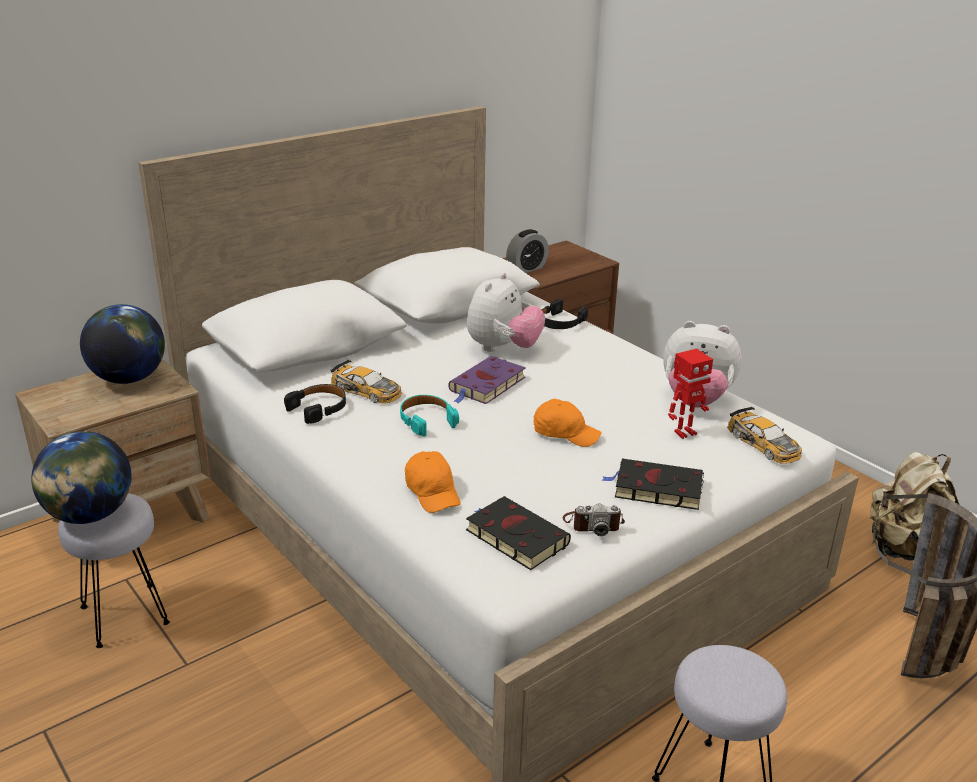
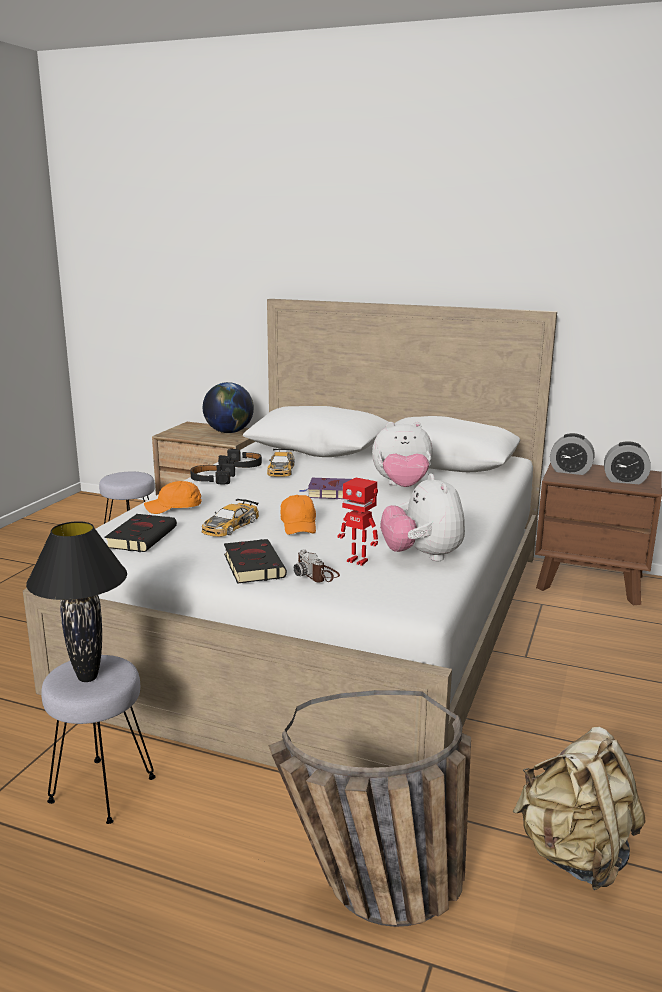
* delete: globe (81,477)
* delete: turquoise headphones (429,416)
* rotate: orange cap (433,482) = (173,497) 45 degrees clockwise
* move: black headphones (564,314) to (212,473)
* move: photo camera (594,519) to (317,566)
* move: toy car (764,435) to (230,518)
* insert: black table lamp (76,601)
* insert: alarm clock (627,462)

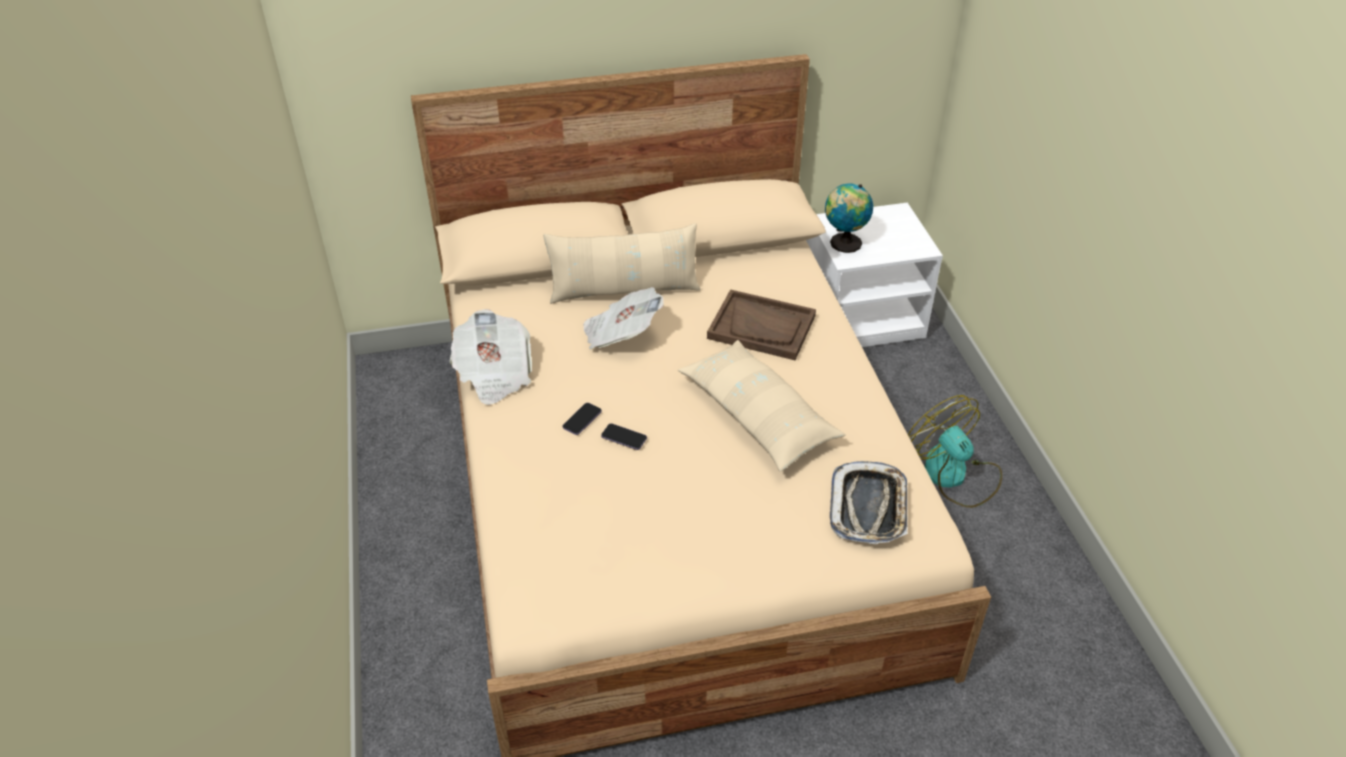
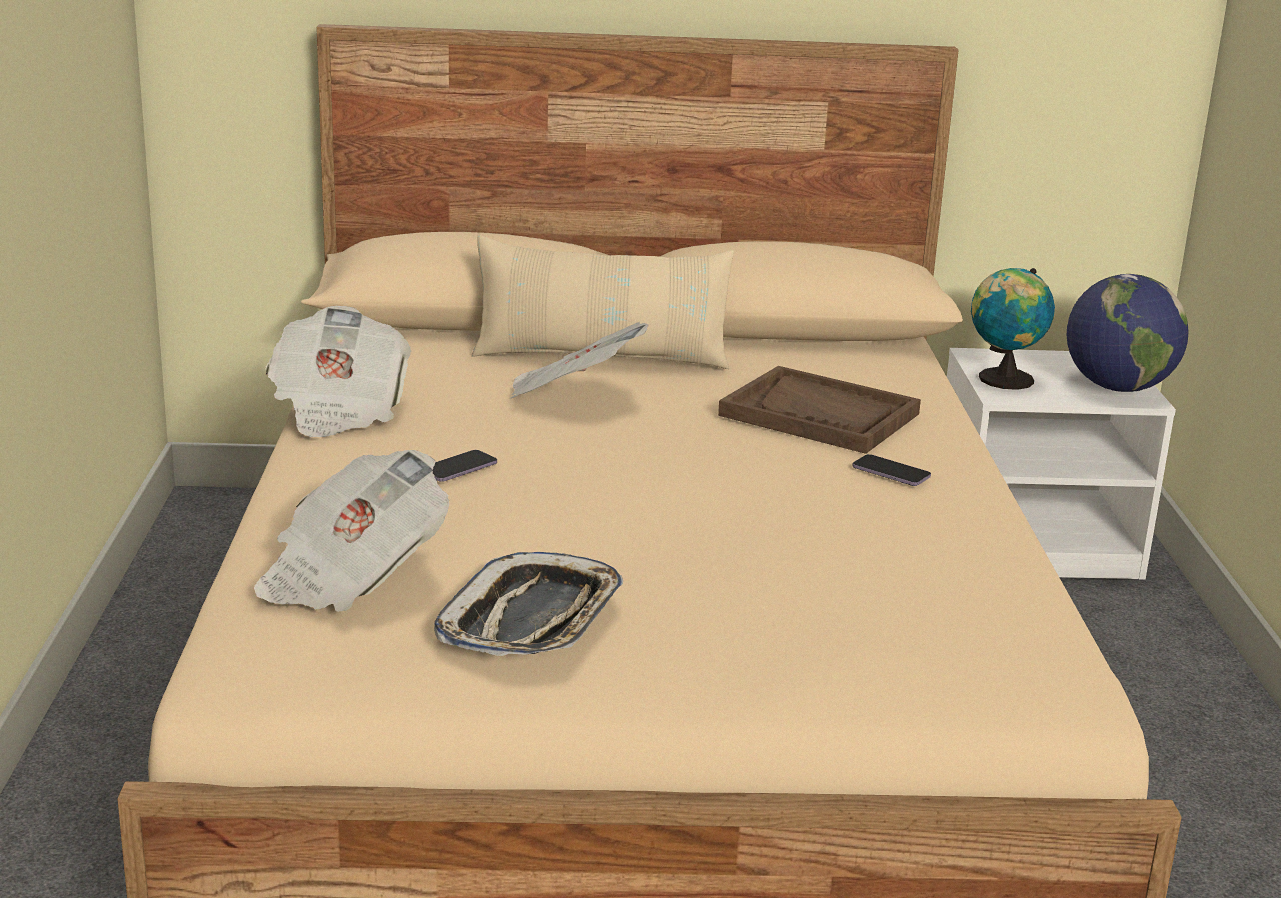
* move: phone (624,436) to (891,470)
* delete: beige pillow (762,406)
* move: tray (868,502) to (528,604)
* delete: fan (955,451)
* insert: newspaper (351,531)
* insert: globe (1127,333)

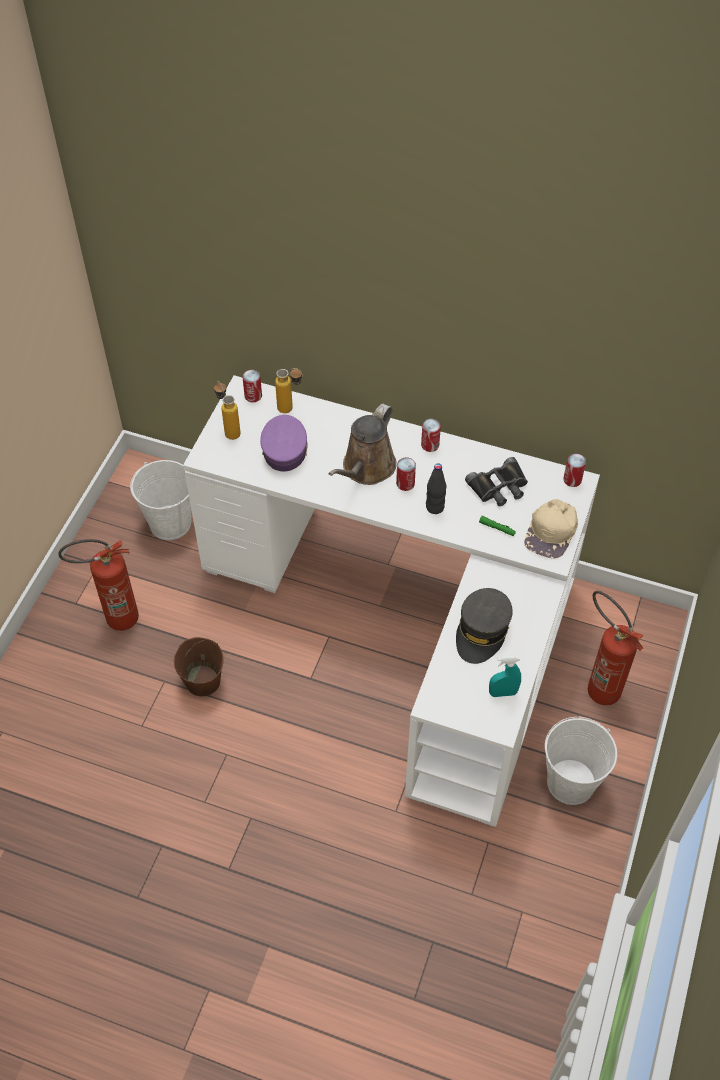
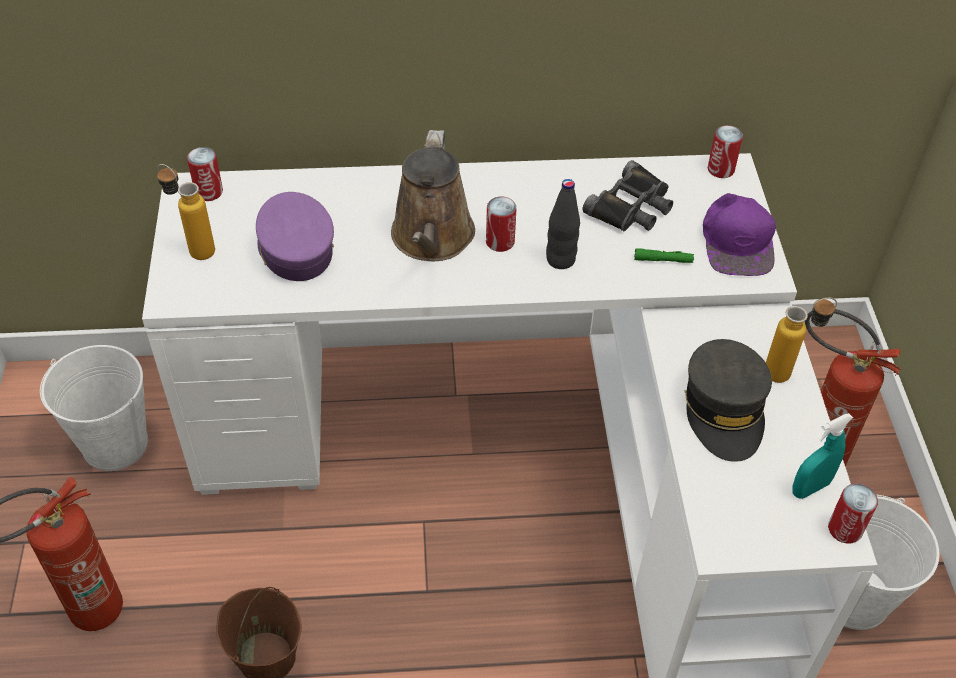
* move: bottle (289,390) to (801,340)
* move: can (431,435) to (853,513)
* recolor: beige cap (551,528) to purple cap (739,234)

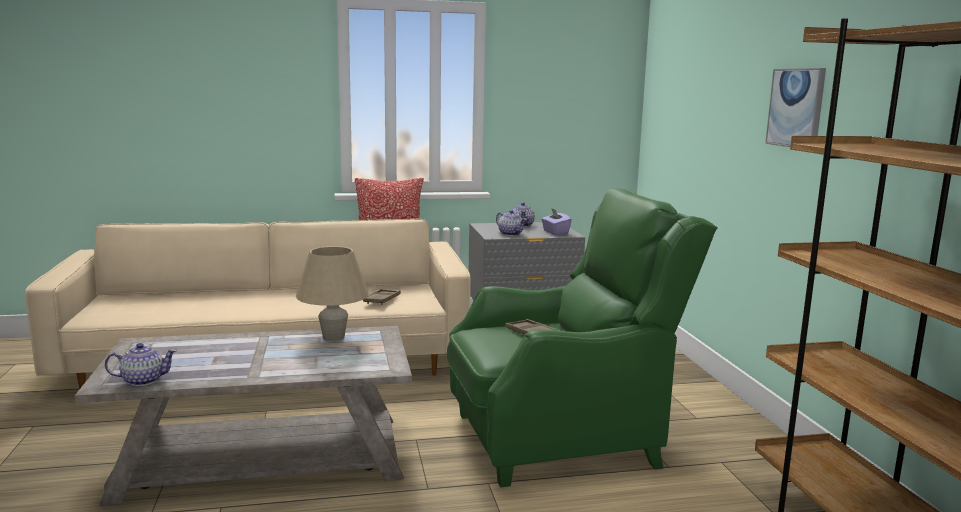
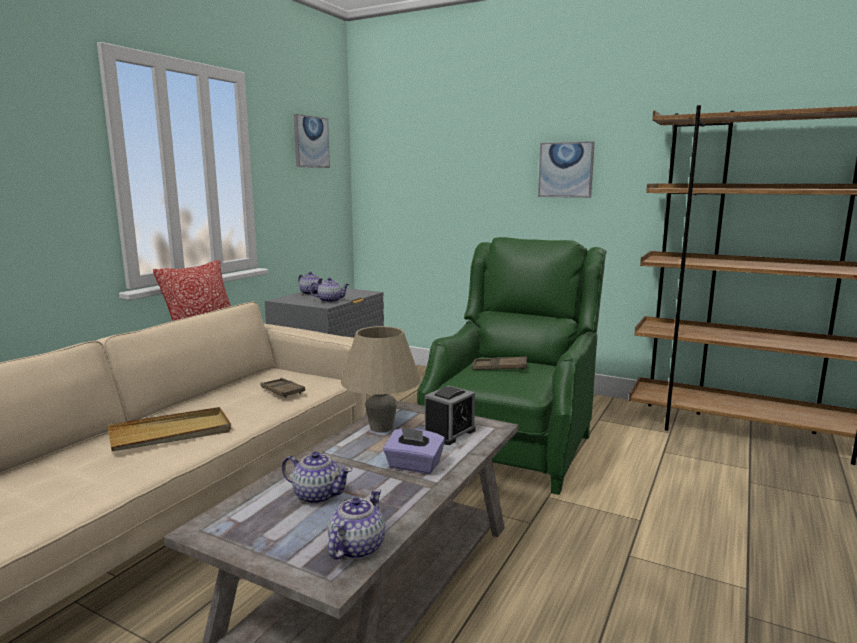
* move: purple tissue box (556,221) to (414,450)
* insert: beige tray (169,429)
* insert: teapot (317,478)
* insert: picture (312,141)
* insert: alarm clock (450,415)

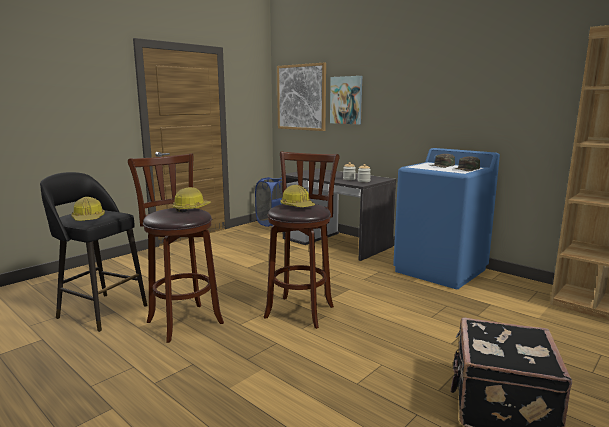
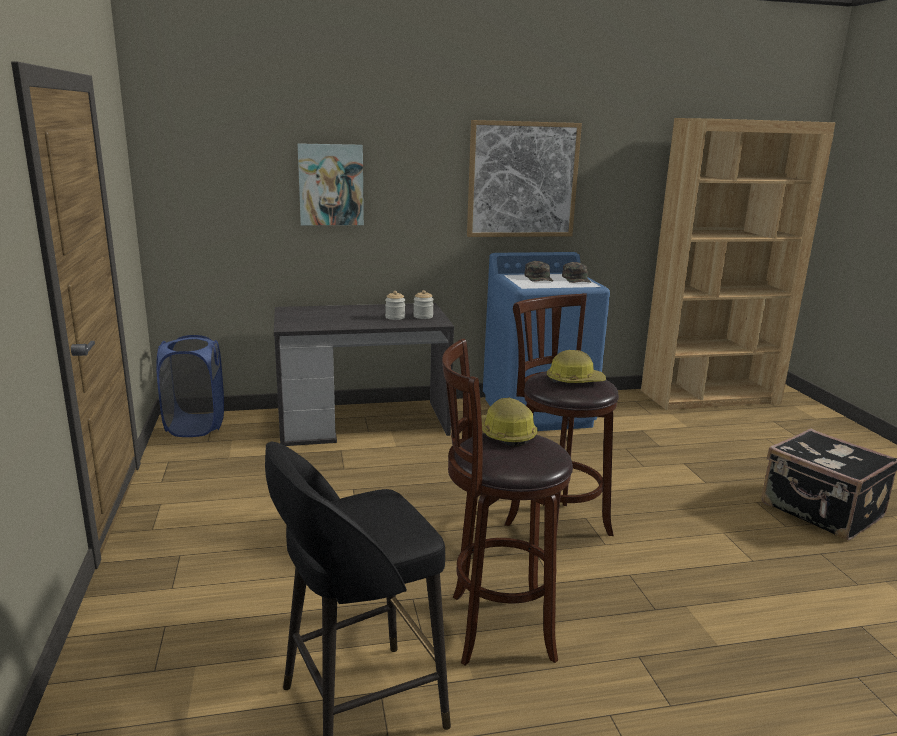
* delete: hard hat (88,209)
* move: picture (301,97) to (524,178)

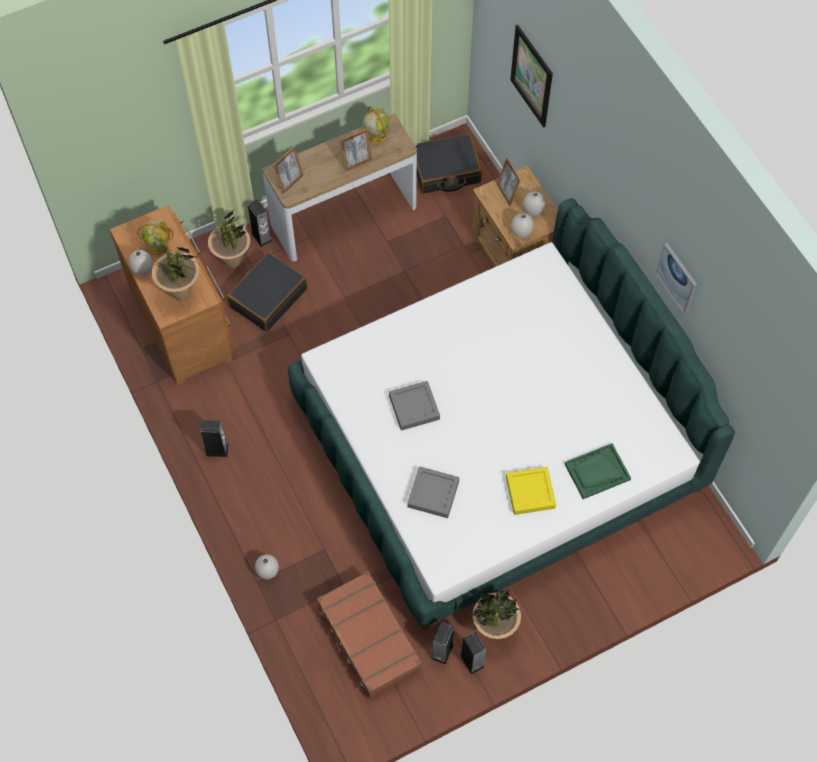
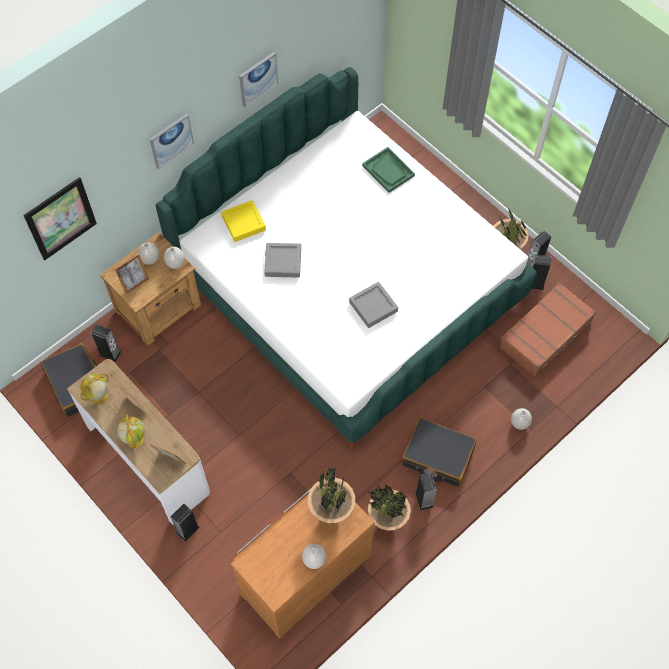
* move: globe (155,237) to (131,431)
* move: potted plant (229,239) to (389,507)
* move: black suitcase (267,292) to (439,452)
* move: grey tray (433,492) to (282,260)
* move: yellow tray (531,491) to (243,221)
* insert: speaker (106,343)
* insert: picture (172,141)

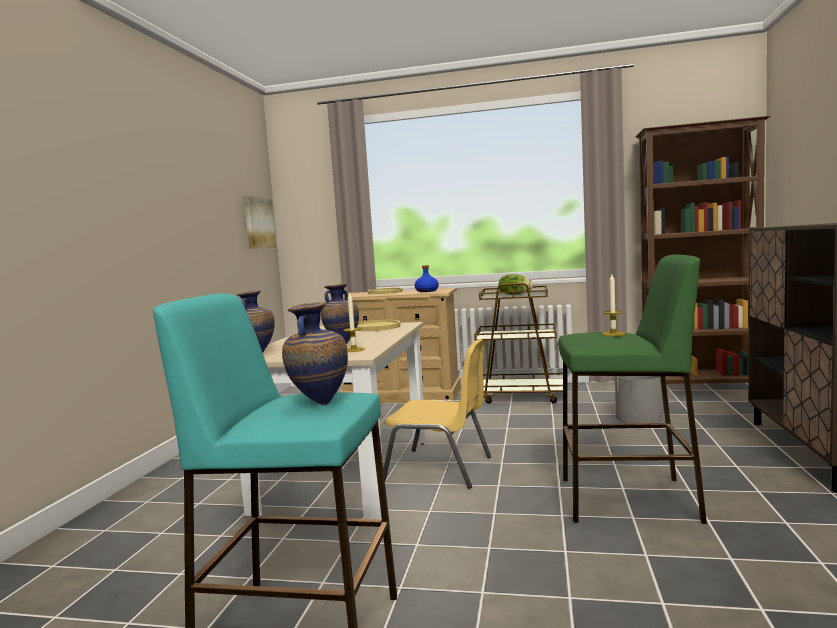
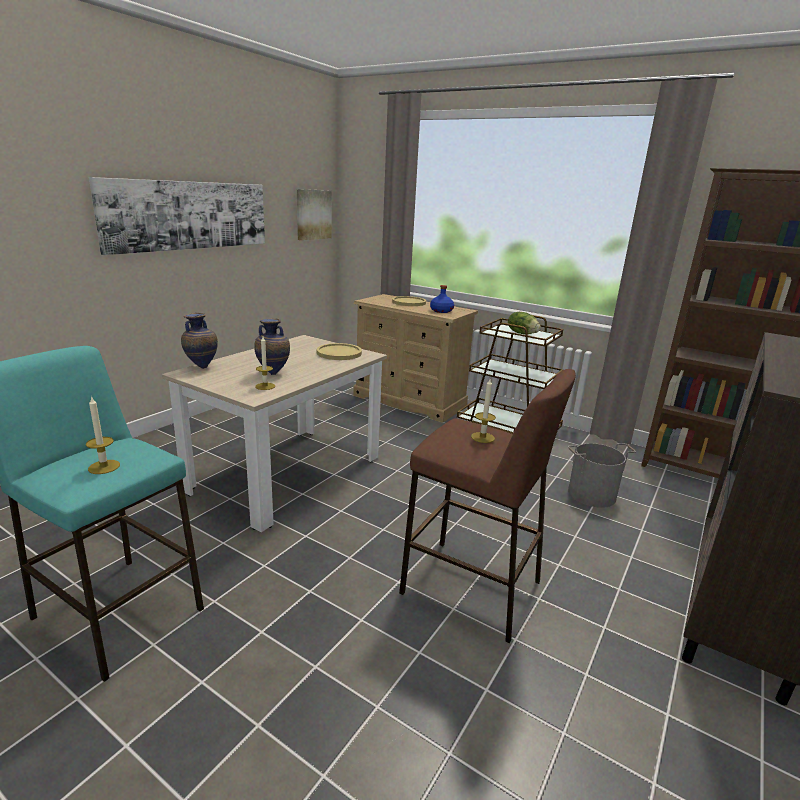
* replace: vase (315,354) to candle (103,435)
* delete: yellow chair (437,414)
* recolor: green stool (633,389) to brown stool (487,506)
* insert: picture (177,216)

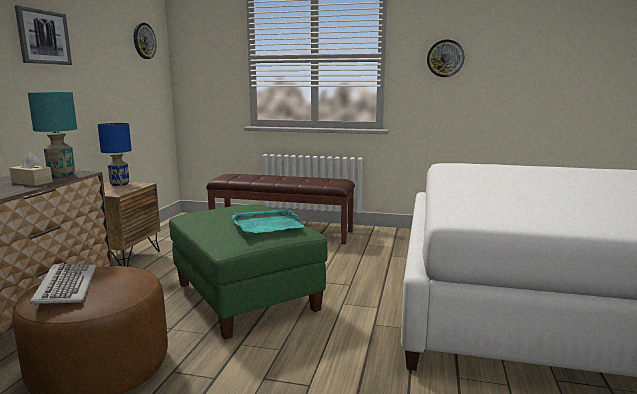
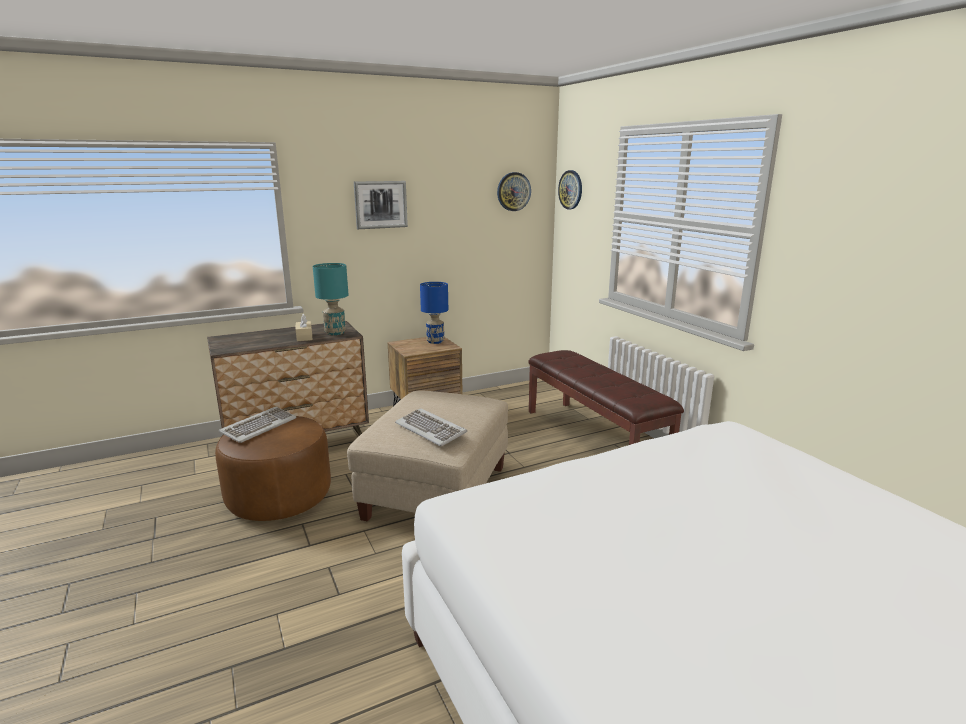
* recolor: green ottoman (248,272) to beige ottoman (427,456)
* replace: turquoise tray (268,221) to keyboard (431,427)
* move: wall clock (445,58) to (570,189)

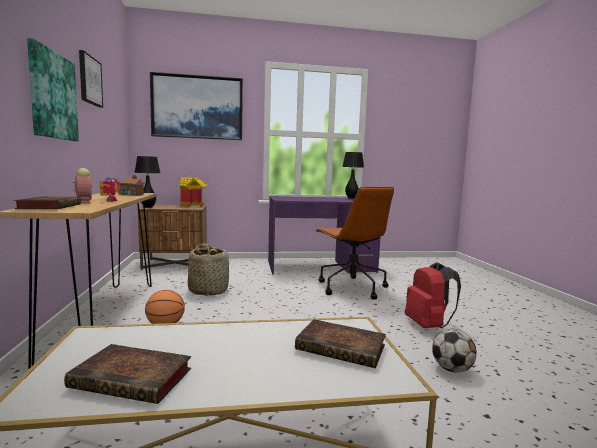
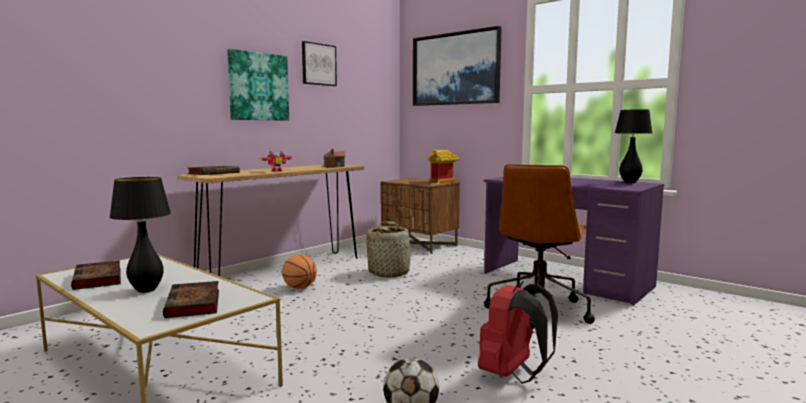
* delete: alarm clock (82,186)
* move: black table lamp (147,182) to (140,235)

